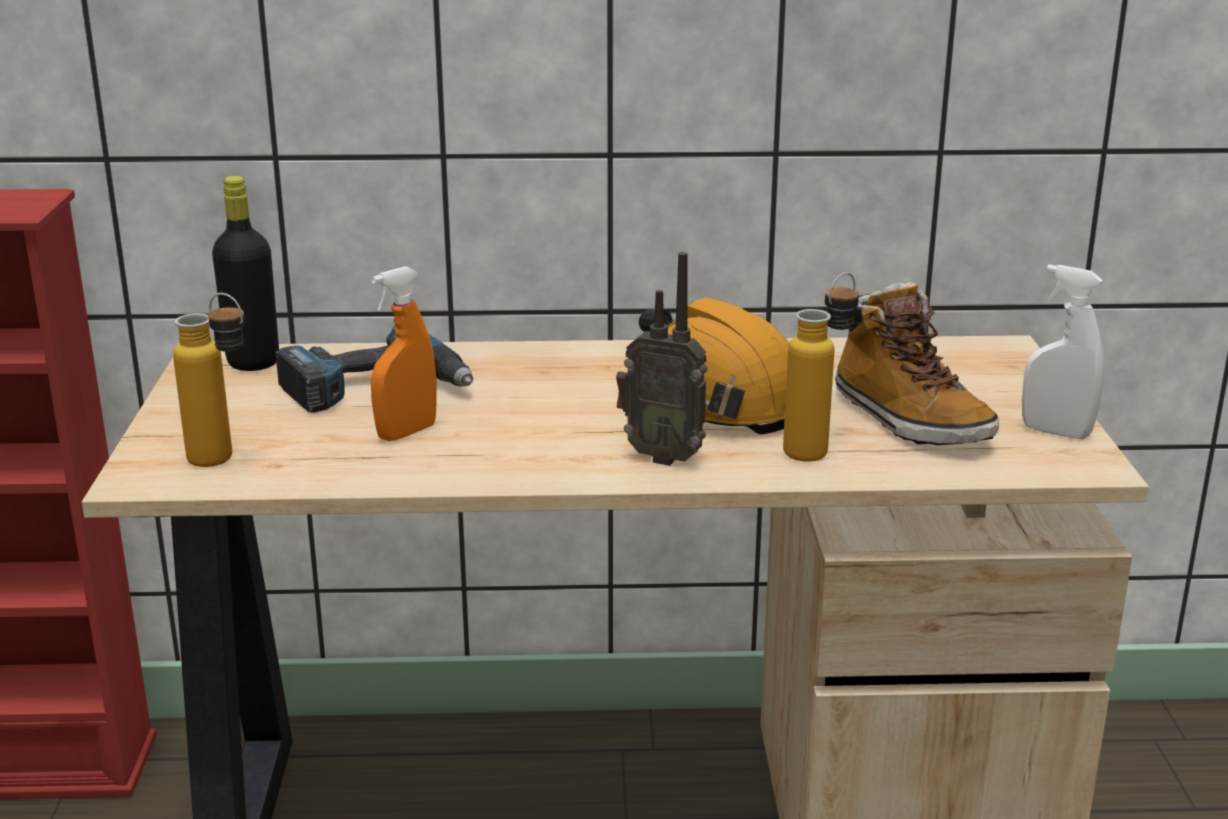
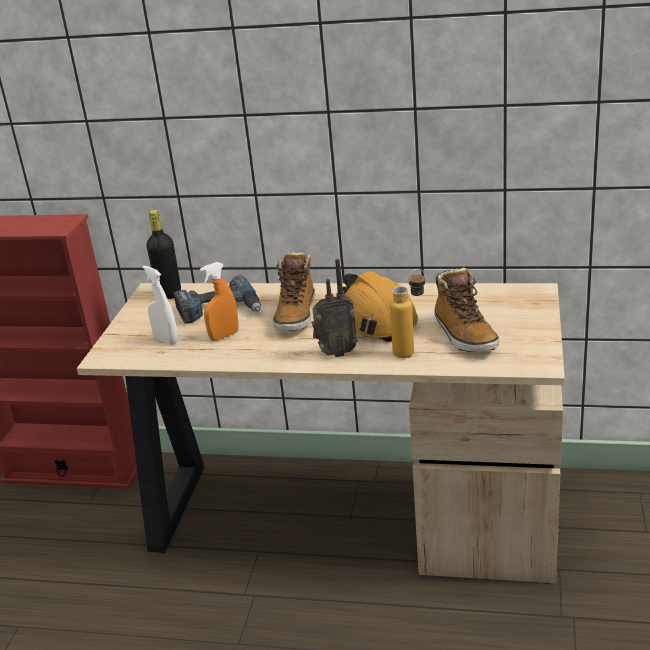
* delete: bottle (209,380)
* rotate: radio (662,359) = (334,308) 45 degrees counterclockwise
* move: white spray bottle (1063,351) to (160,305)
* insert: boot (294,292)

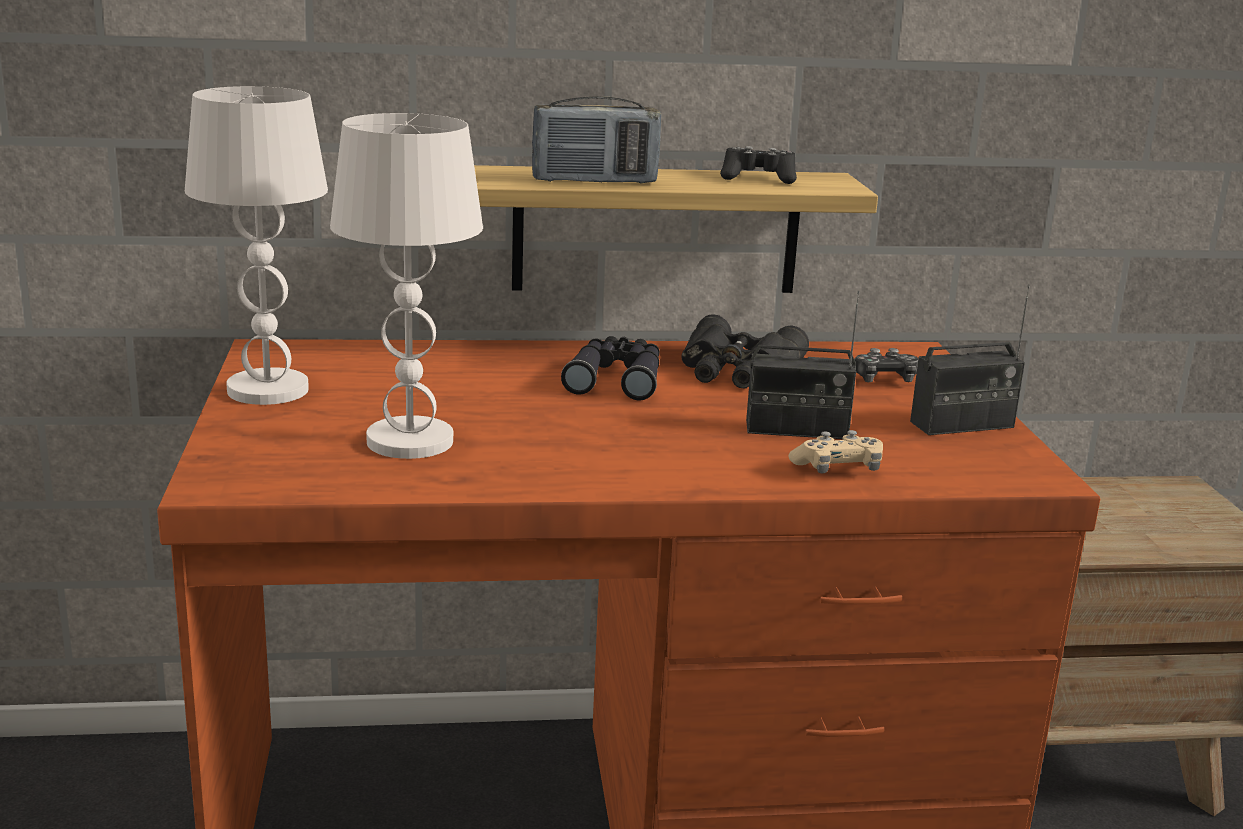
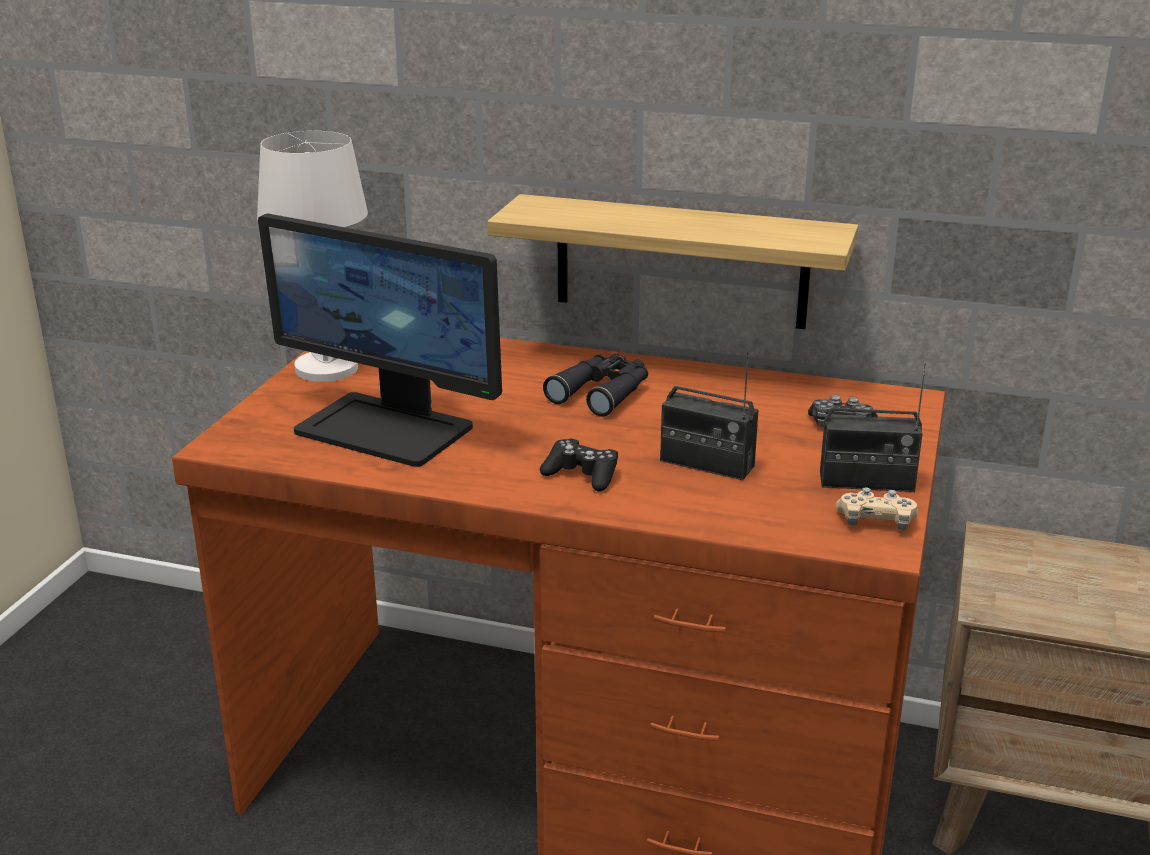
* replace: white table lamp (406,286) to monitor (380,340)
* delete: radio (596,139)
* delete: black binoculars (745,351)
* move: black game controller (758,165) to (579,464)
* move: beige game controller (835,451) to (877,508)

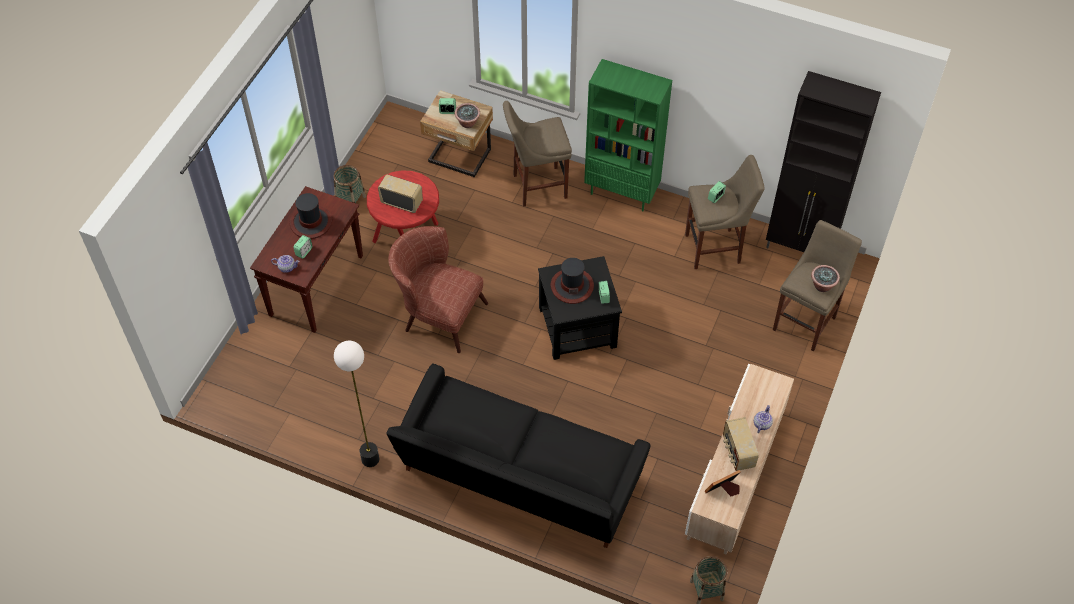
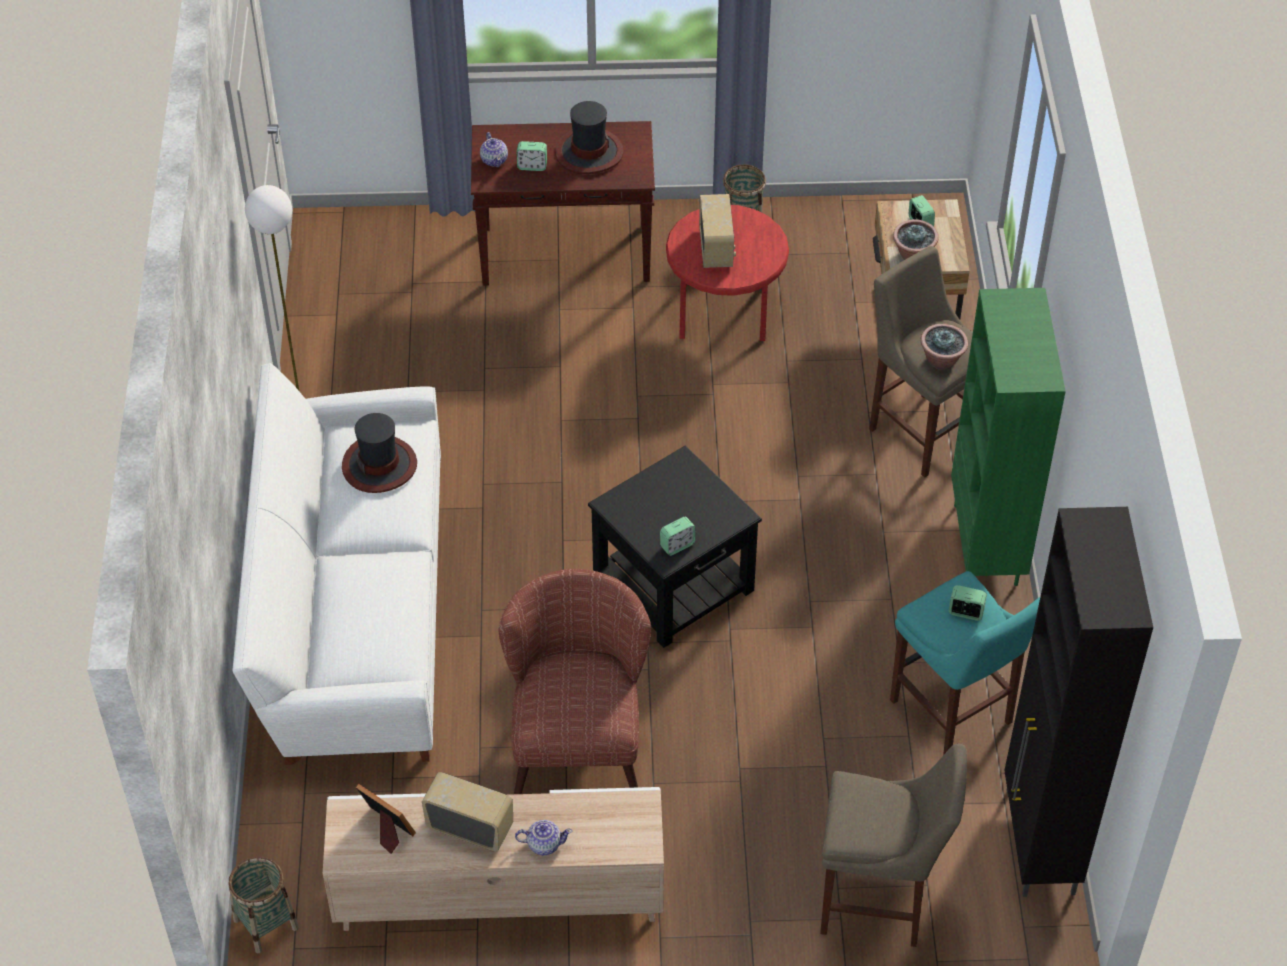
* recolor: black sofa (518,455) to white sofa (336,564)
* move: brown armchair (438,289) to (575,681)
* move: hat (572,281) to (379,453)
* recolor: beige stool (725,212) to turquoise stool (965,663)
* rotate: radio (741,444) = (467,812) 60 degrees clockwise
* move: potted plant (825,278) to (944,347)

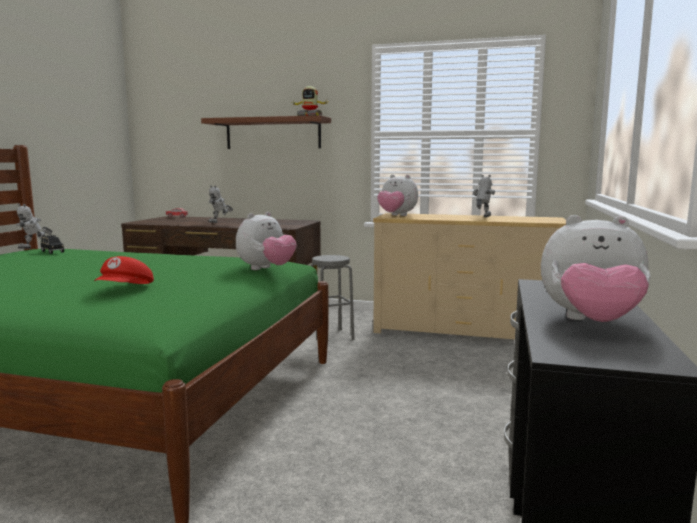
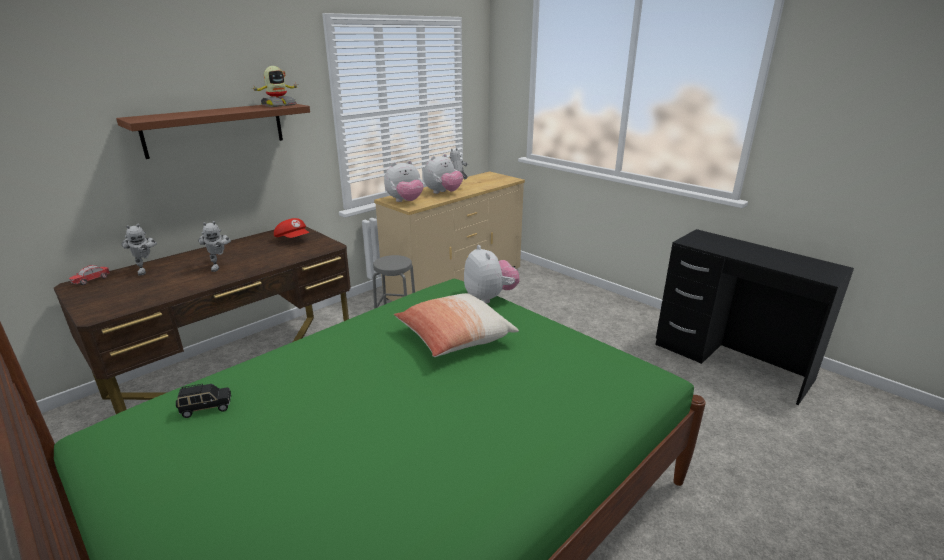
* move: toy robot (34,226) to (139,250)
* move: red cap (124,270) to (291,228)
* move: plush toy (596,268) to (443,174)
* insert: pillow (456,325)

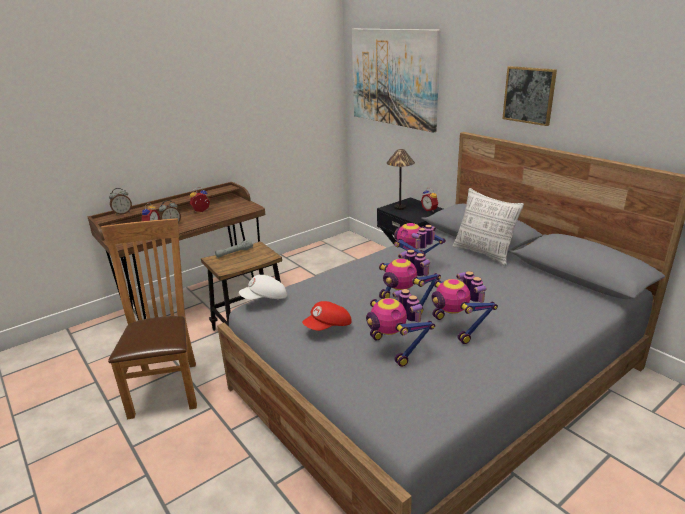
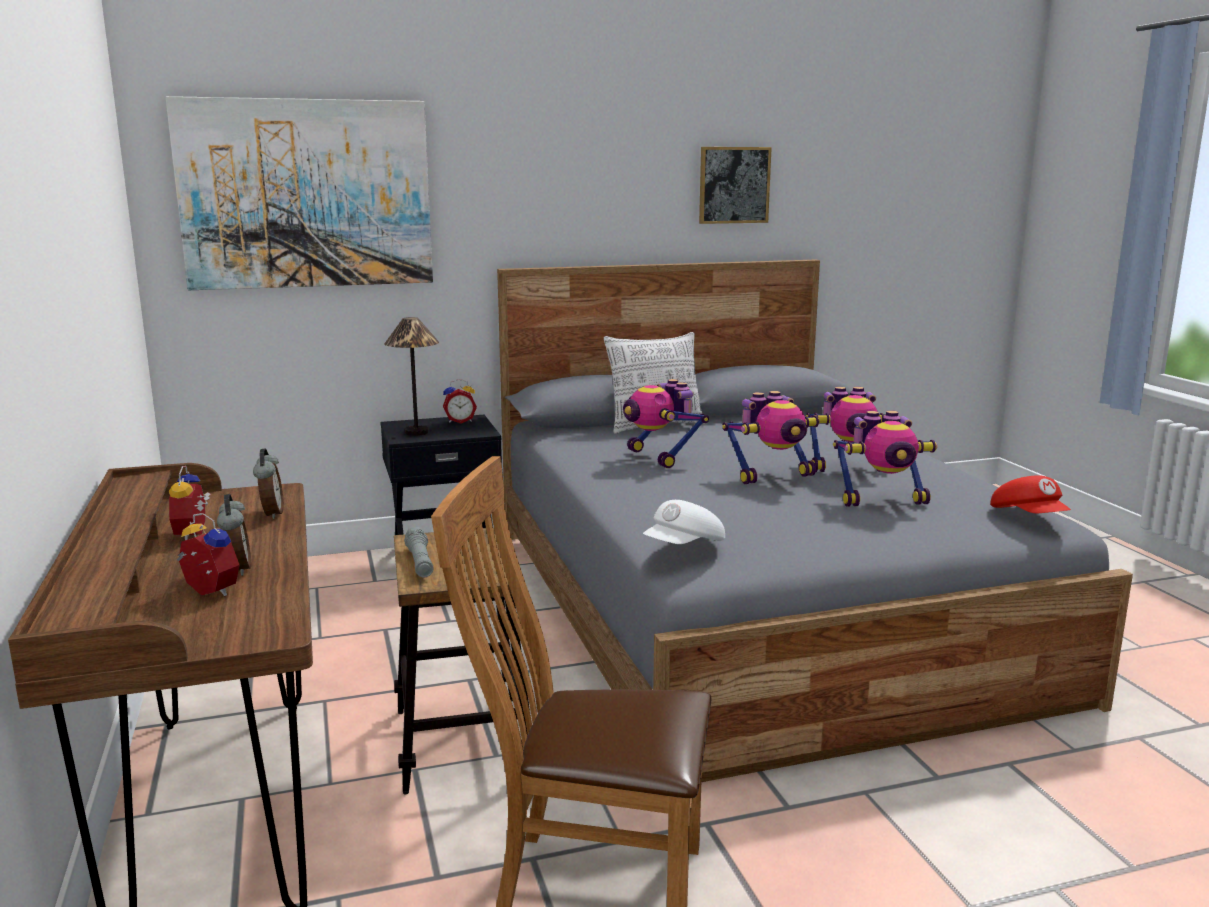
* move: alarm clock (120,201) to (268,483)
* rotate: white cap (263,287) = (684,522) 45 degrees clockwise
* move: red cap (327,316) to (1030,494)
* move: picture (529,96) to (735,185)

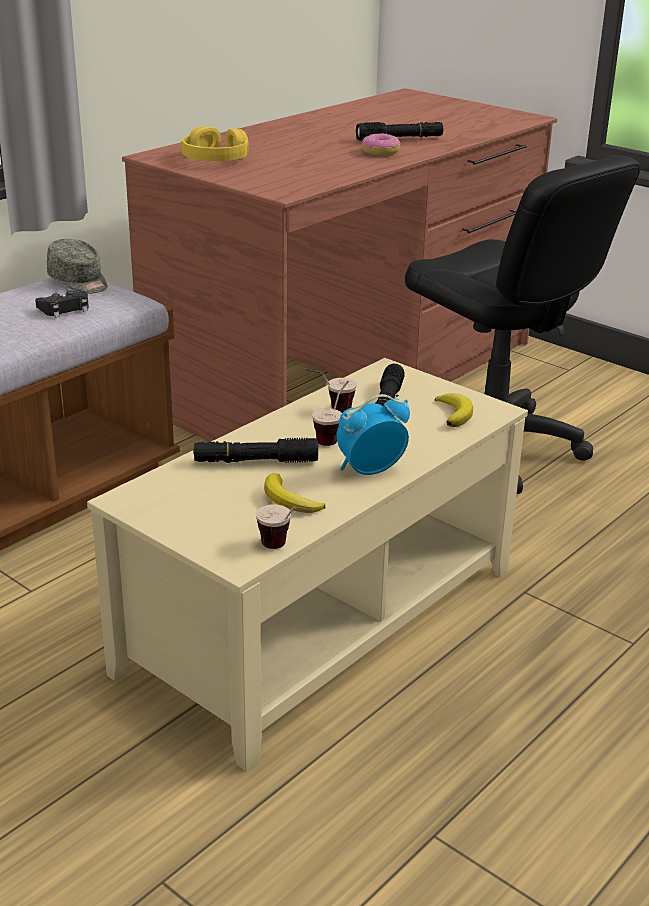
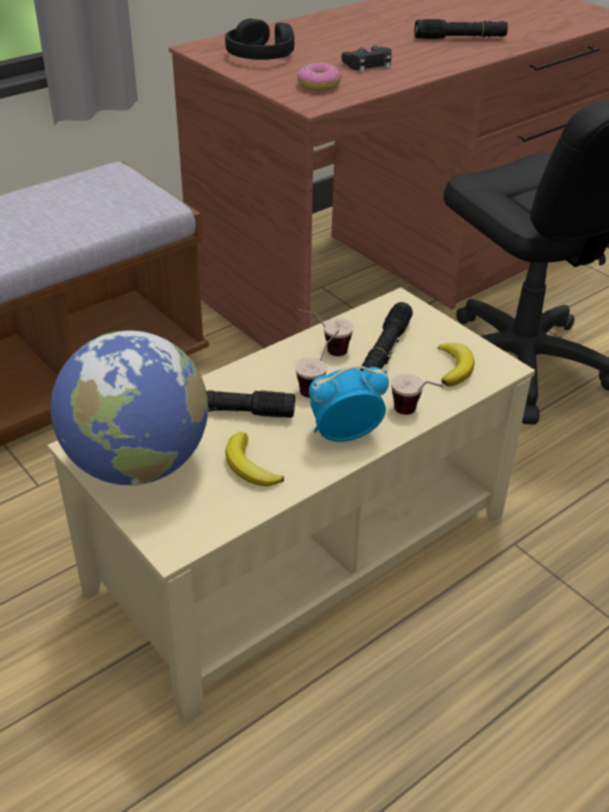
* move: black game controller (62,303) to (366,58)
* delete: grey cap (77,266)
* recolor: yellow headphones (215,143) to black headphones (259,39)
* move: cup (283,526) to (417,394)
* move: donut (381,144) to (319,76)
* insert: globe (129,408)

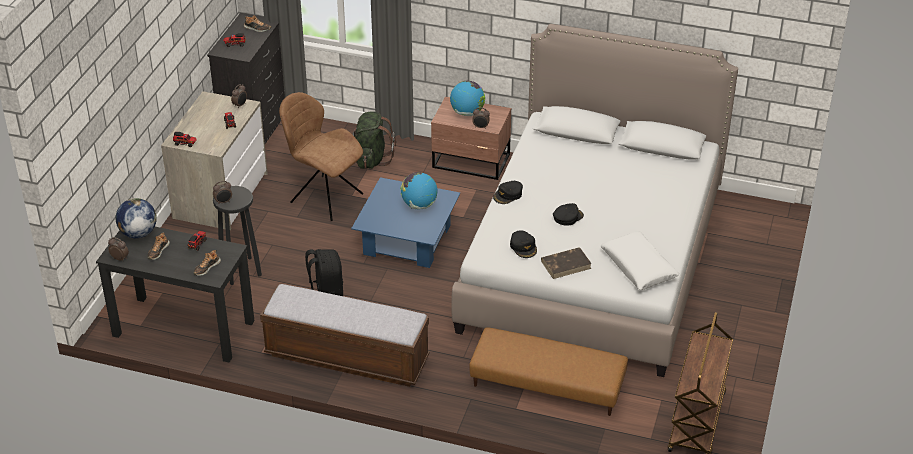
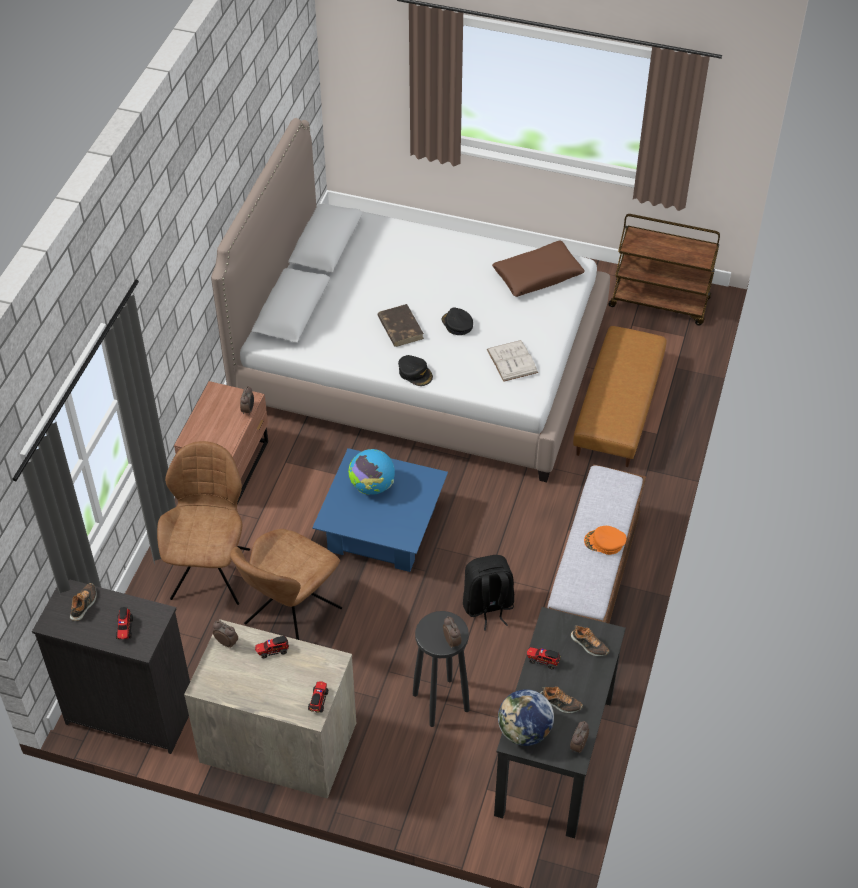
* replace: green backpack (374,140) to brown chair (203,523)
* delete: globe (467,98)
* replace: black cap (523,244) to white book (512,361)
* move: brown book (566,263) to (400,325)
* recolor: white pillow (640,260) to brown pillow (538,268)
* insert: orange cap (605,540)

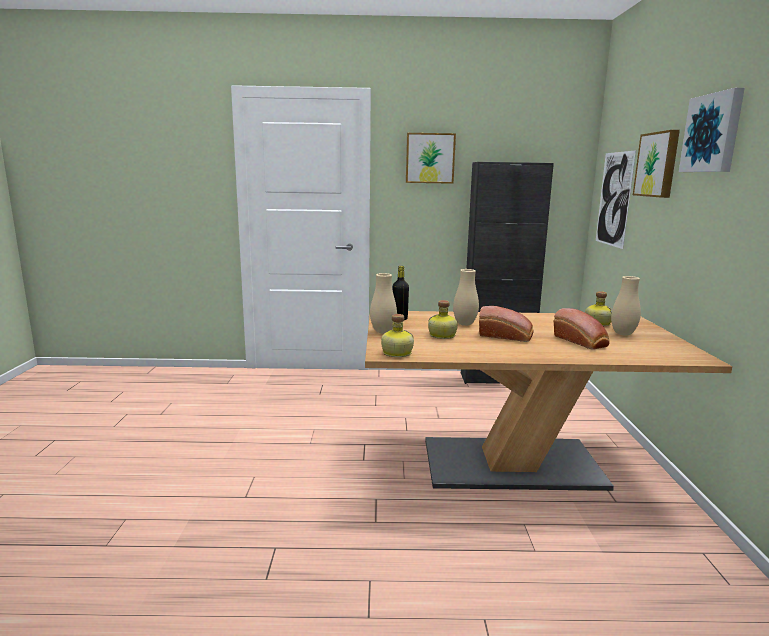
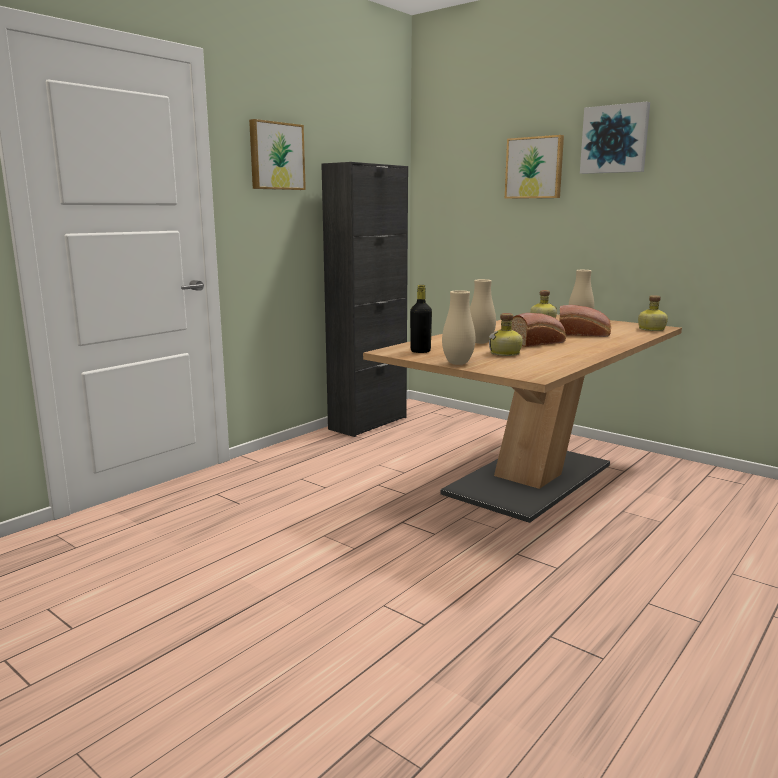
* move: bottle (397,335) to (653,313)
* delete: picture (616,199)

